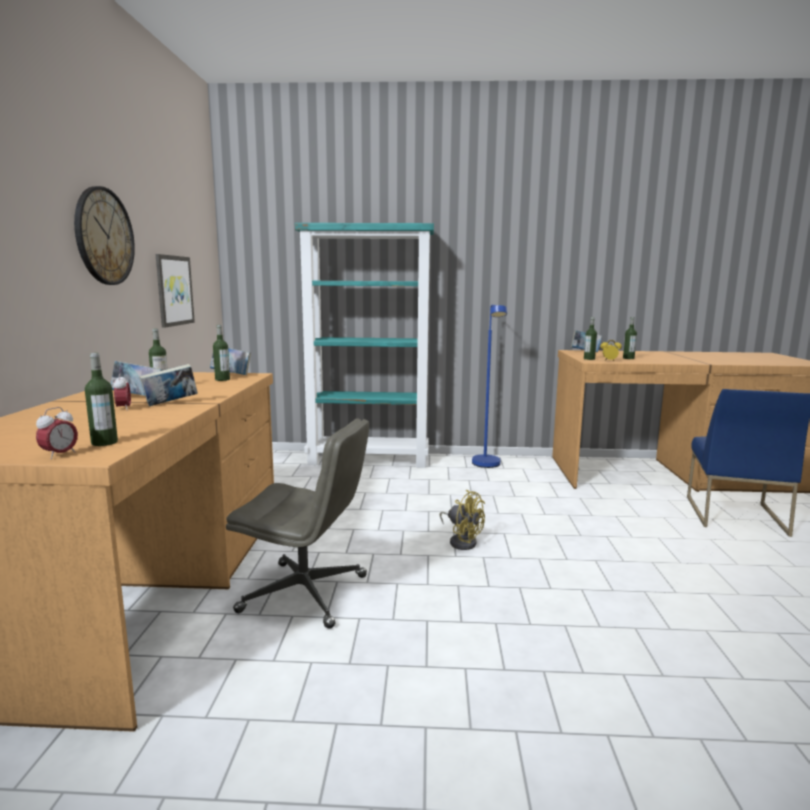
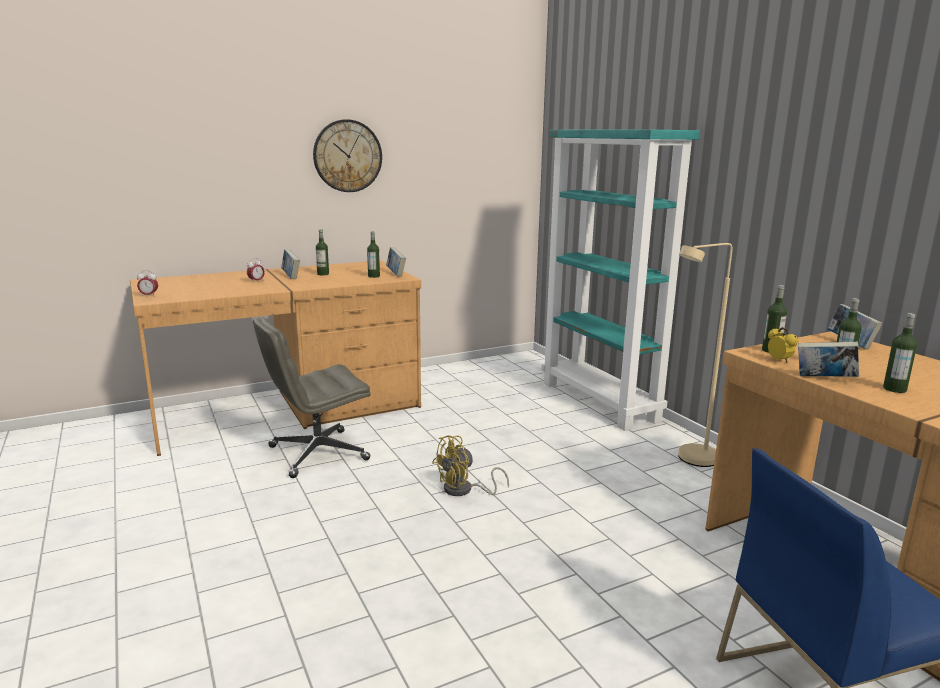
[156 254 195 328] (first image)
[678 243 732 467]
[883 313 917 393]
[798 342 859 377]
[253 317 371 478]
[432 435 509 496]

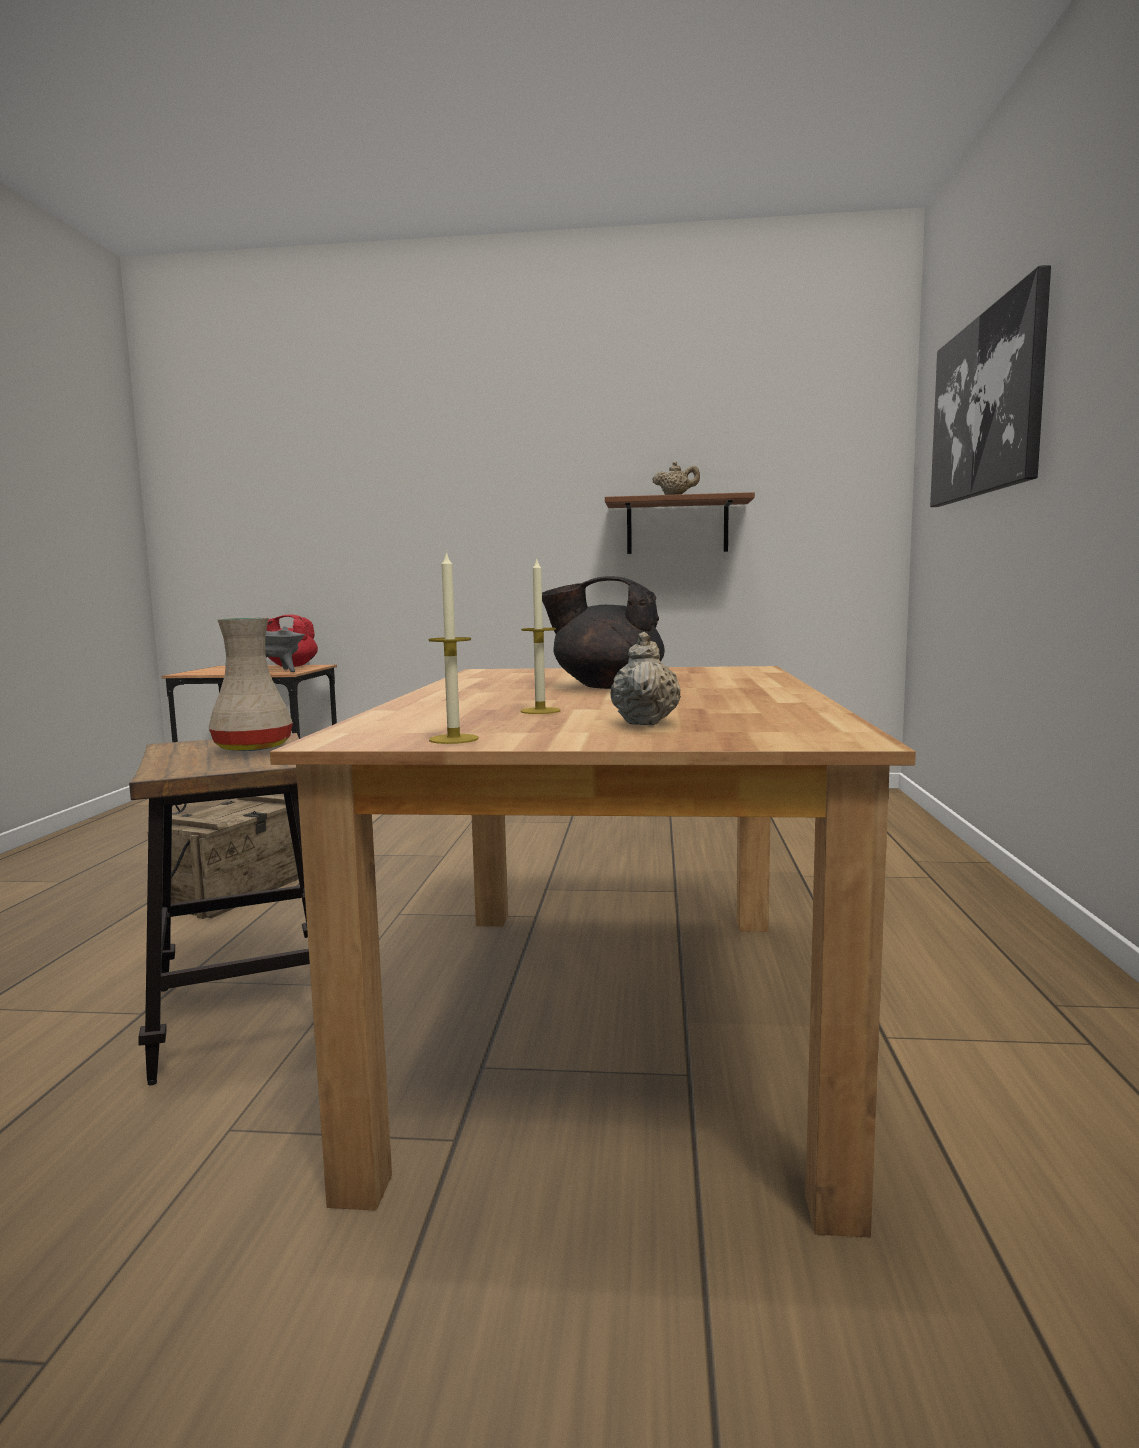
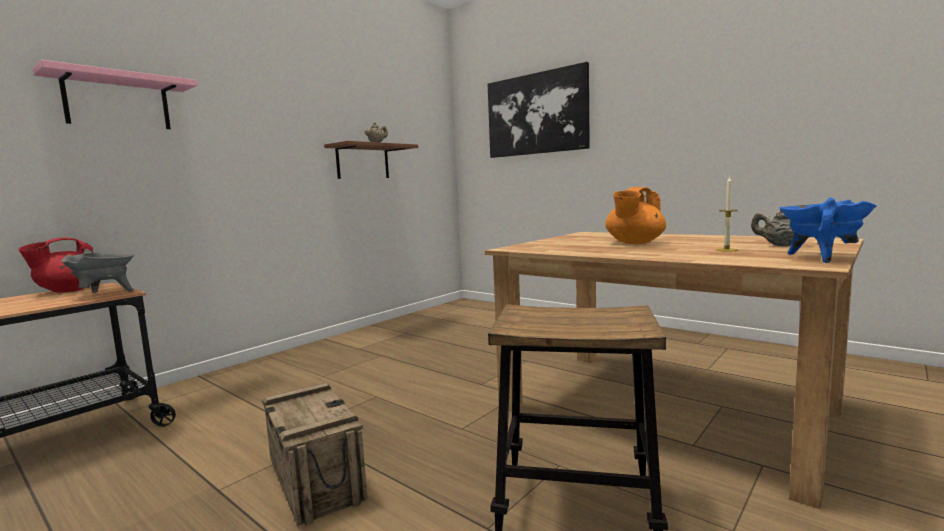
[780 198 877 263]
[605 187 666 244]
[209 618 293 751] (first image)
[33 60 197 129]

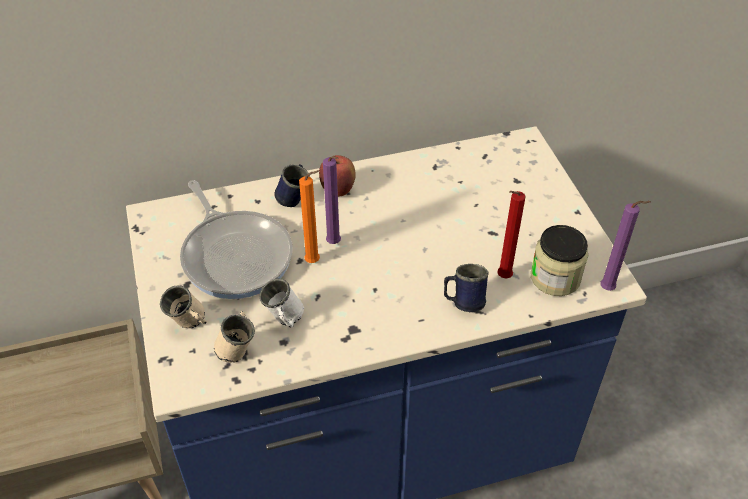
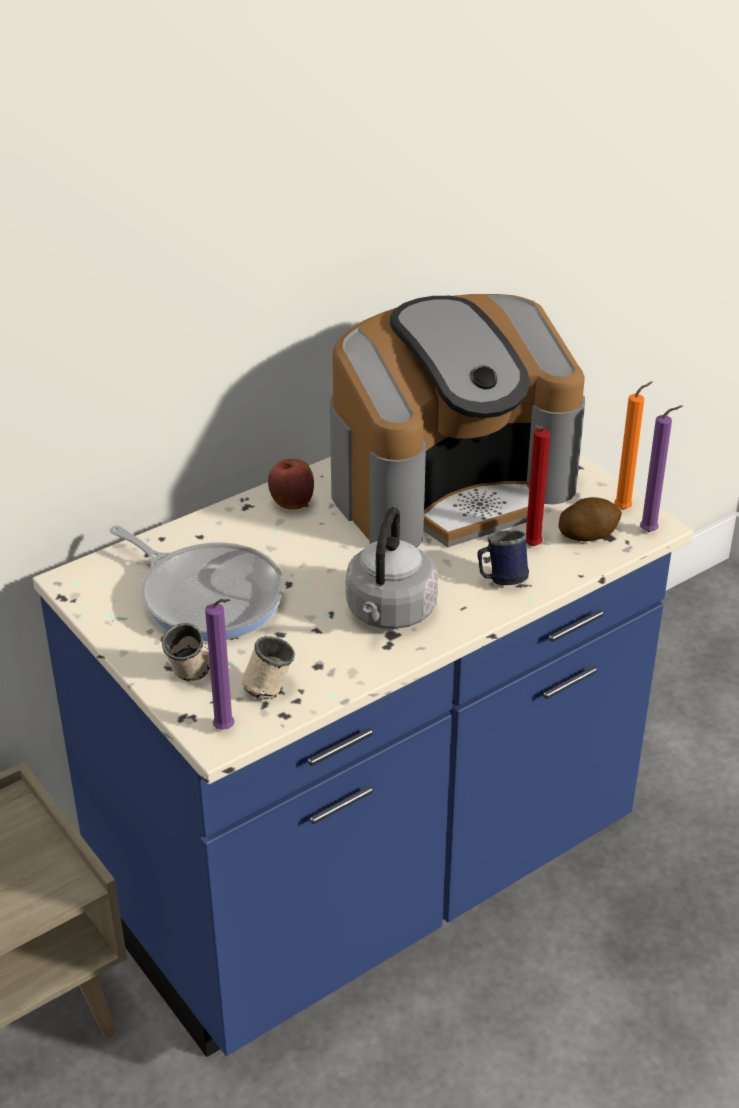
[205 599 235 730]
[274 164 310 207] (first image)
[614 381 653 510]
[559 497 622 542]
[260 278 304 327] (first image)
[330 294 585 548]
[346 507 438 629]

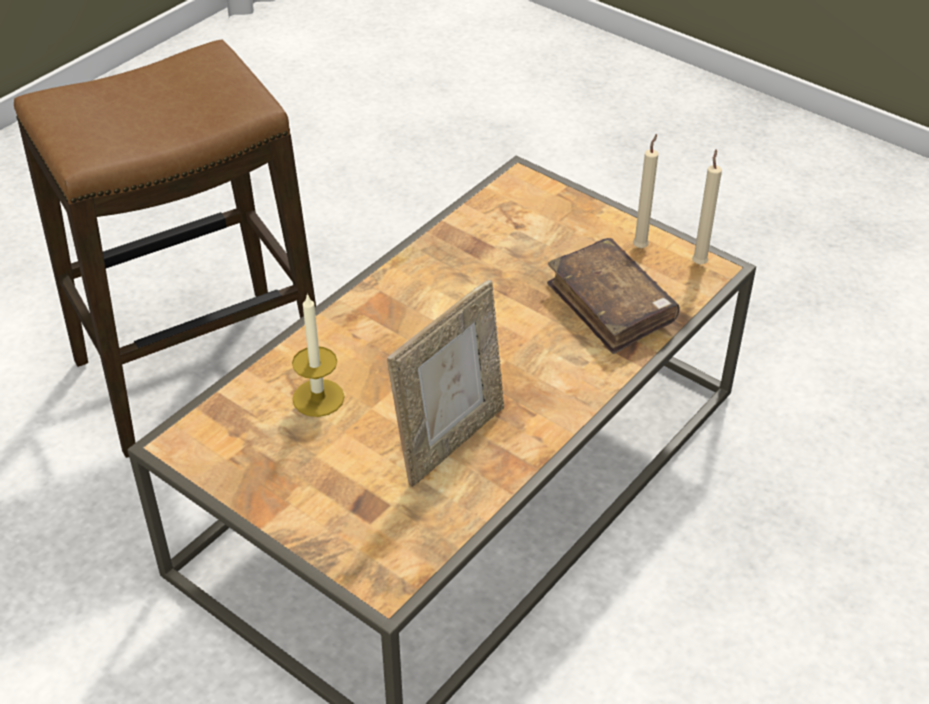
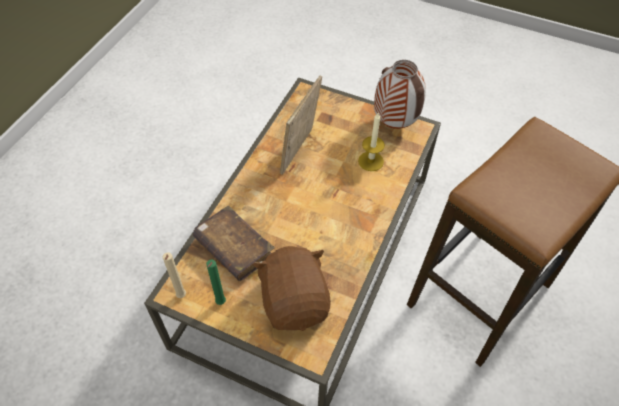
[206 259 226 305]
[374 60 426 129]
[253 246 331 331]

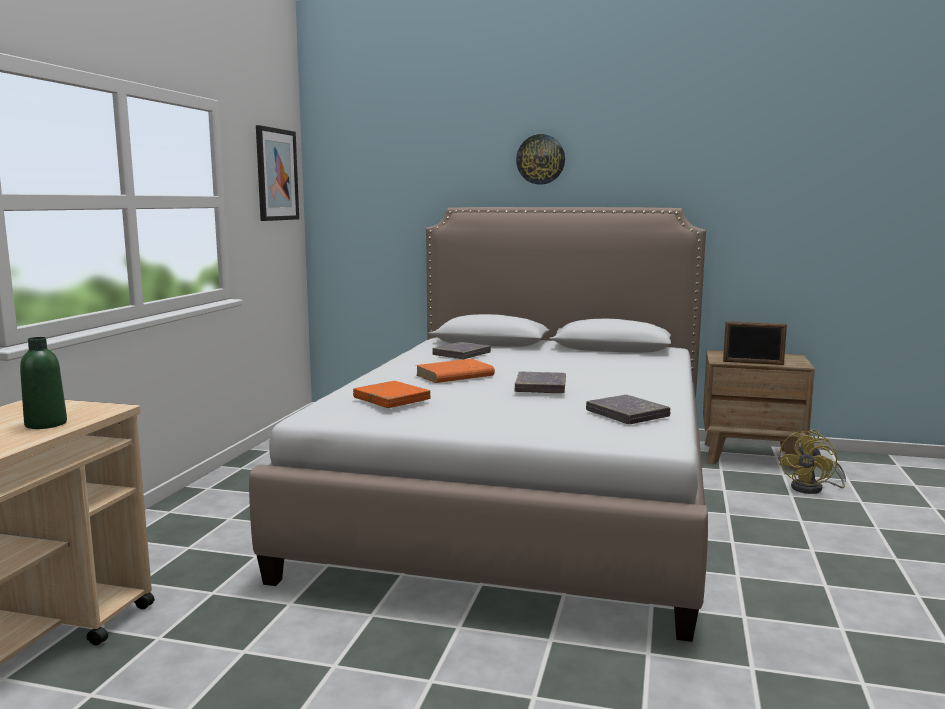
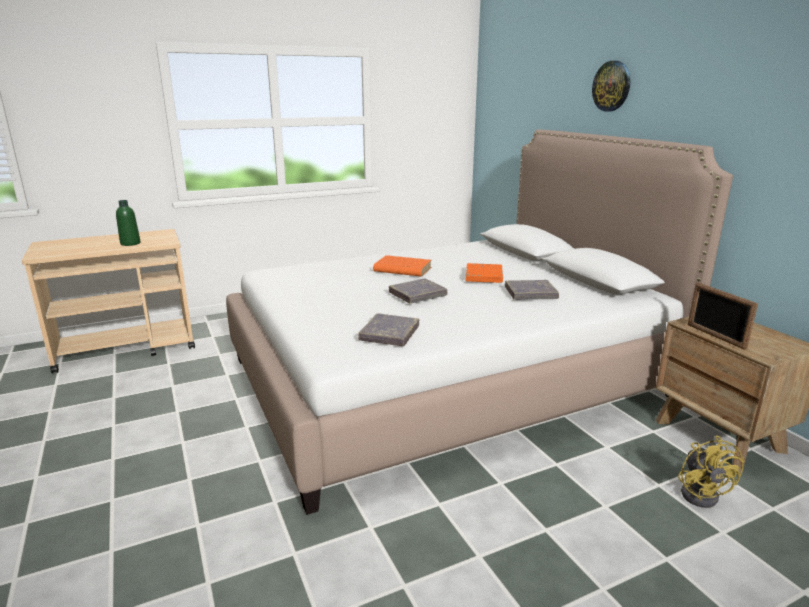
[256 125 299 221] (first image)
[505 280 559 300]
[466 263 503 283]
[678 435 745 508]

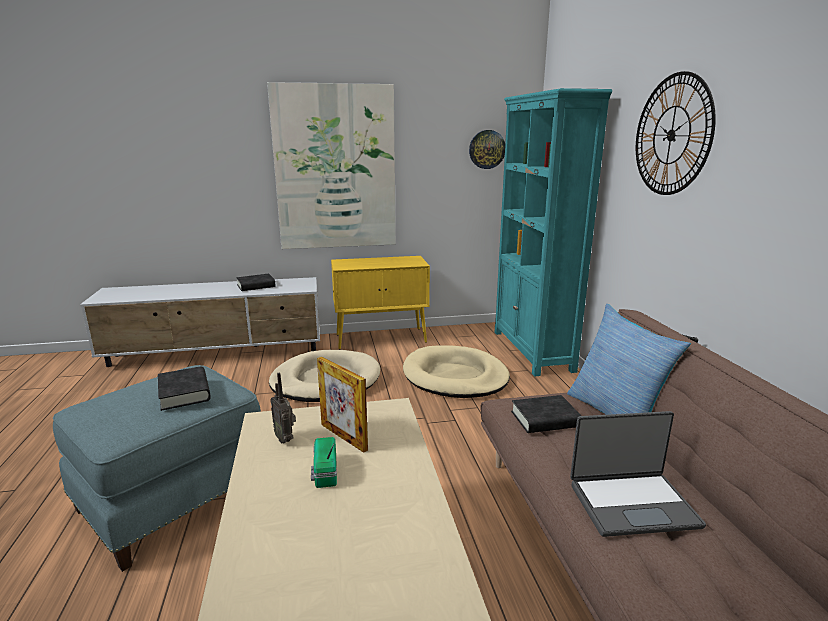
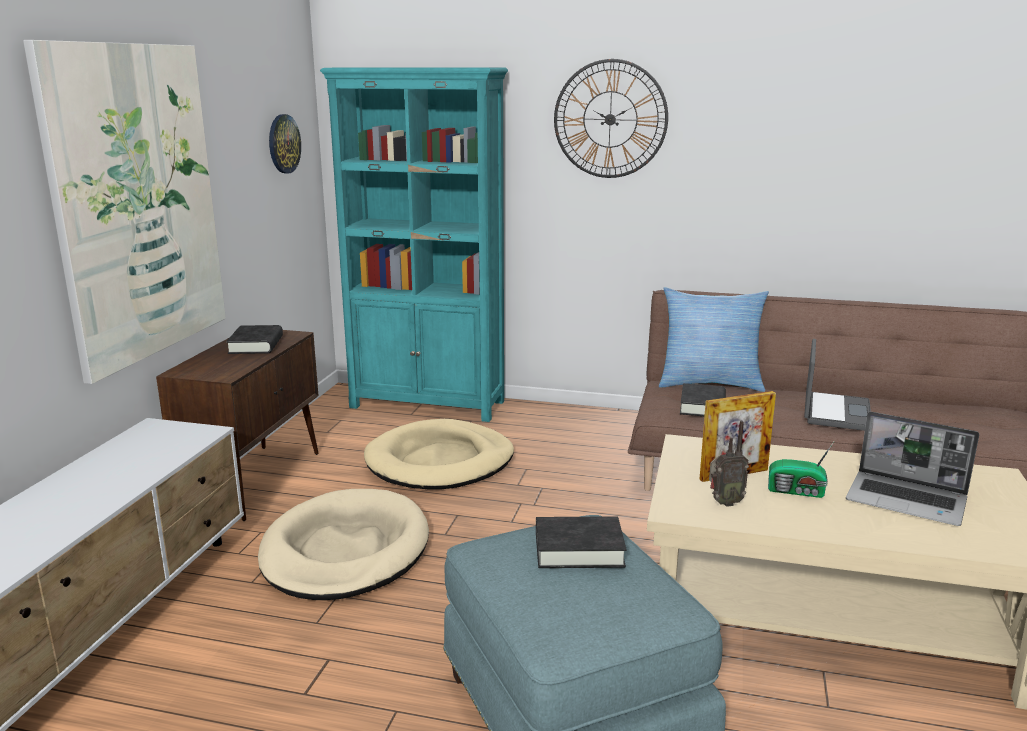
[156 330 318 521]
[226 325 283 354]
[846 412 979 526]

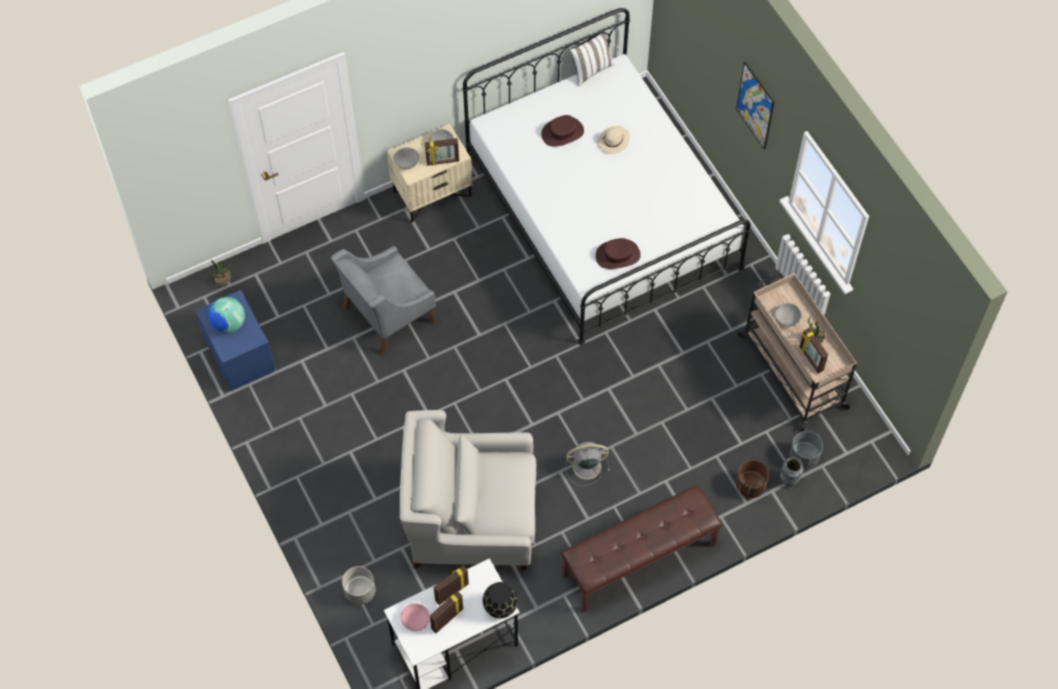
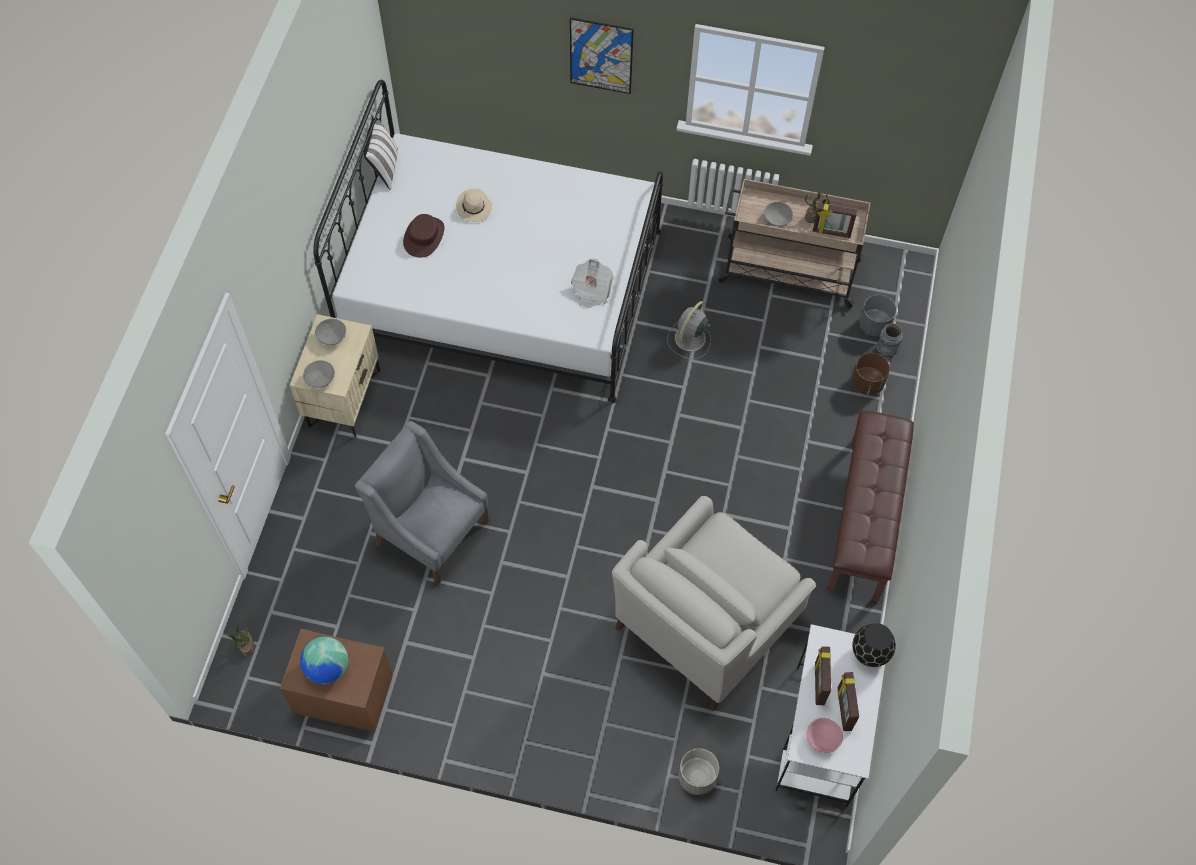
[425 138 459 166] (first image)
[571 259 614 309]
[355 421 489 585]
[280 629 393 732]
[667 301 711 359]

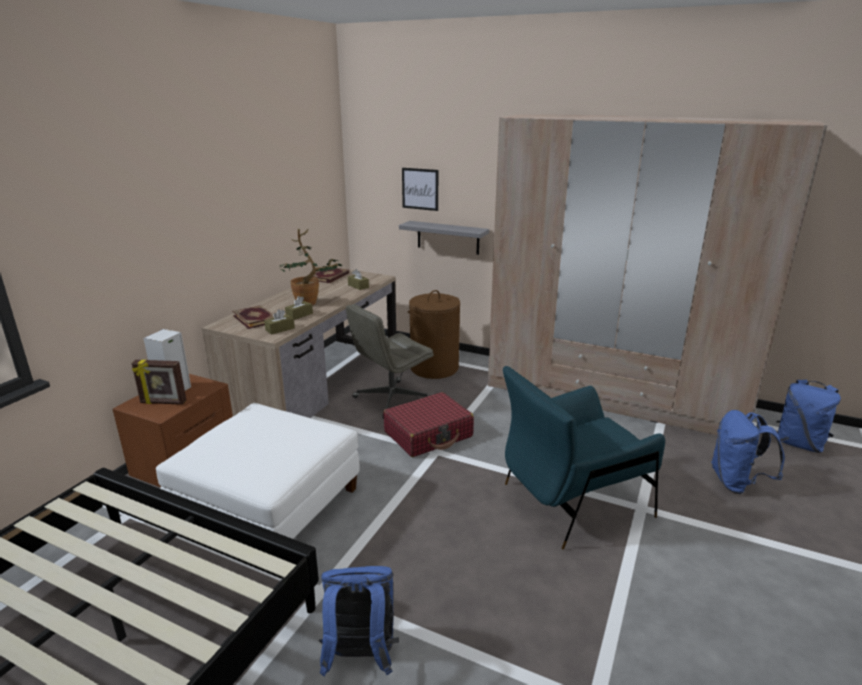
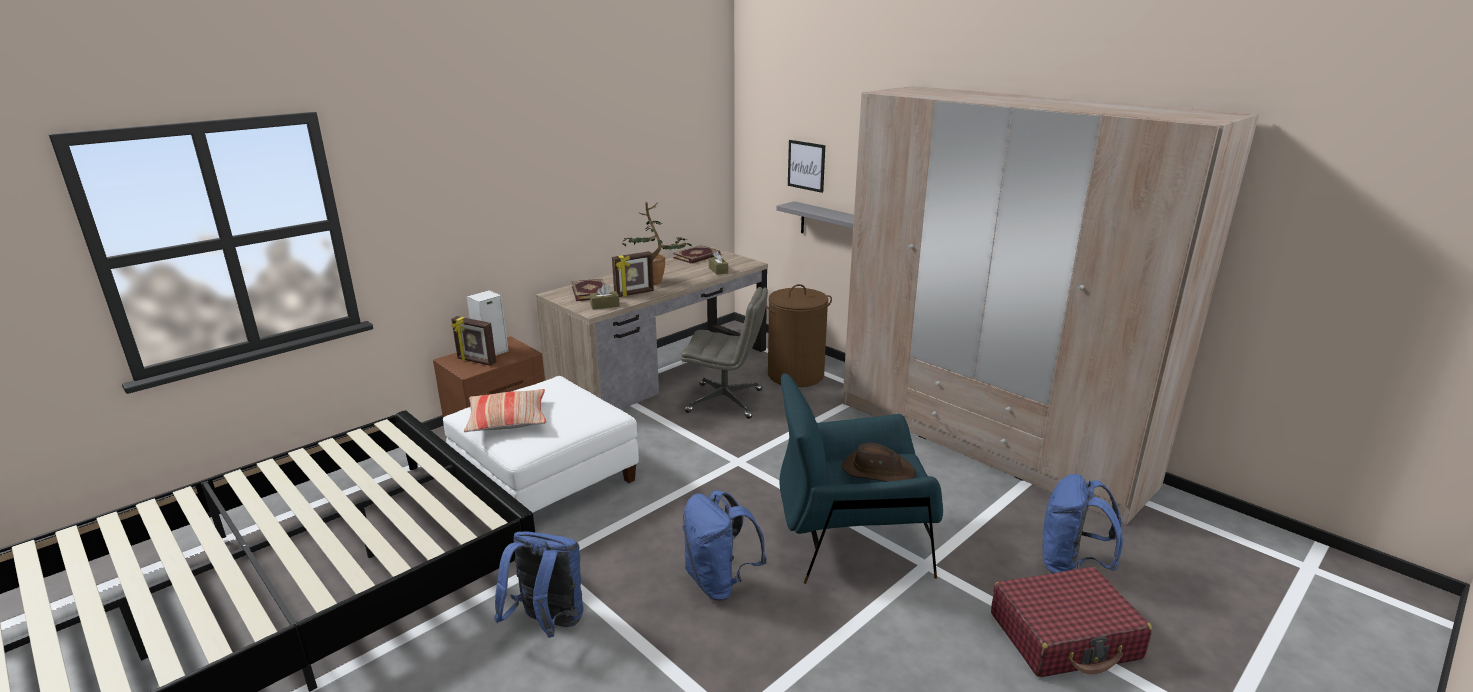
[612 251 654 297]
[681 287 768 419]
[682 490 767 601]
[991 567 1152 677]
[464 389 546 432]
[842 443 916 482]

